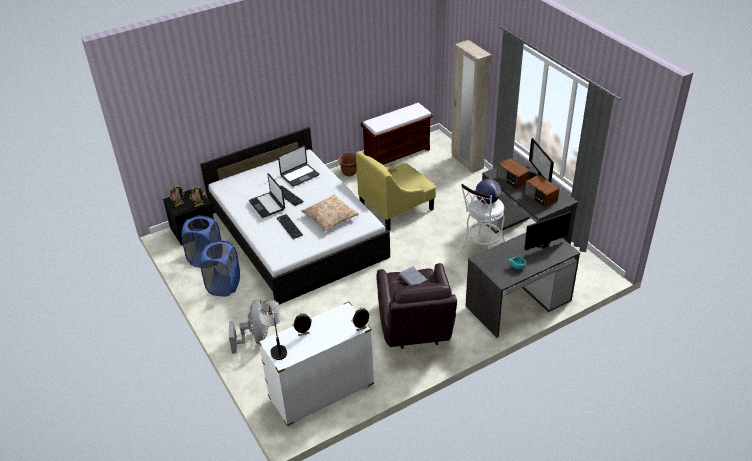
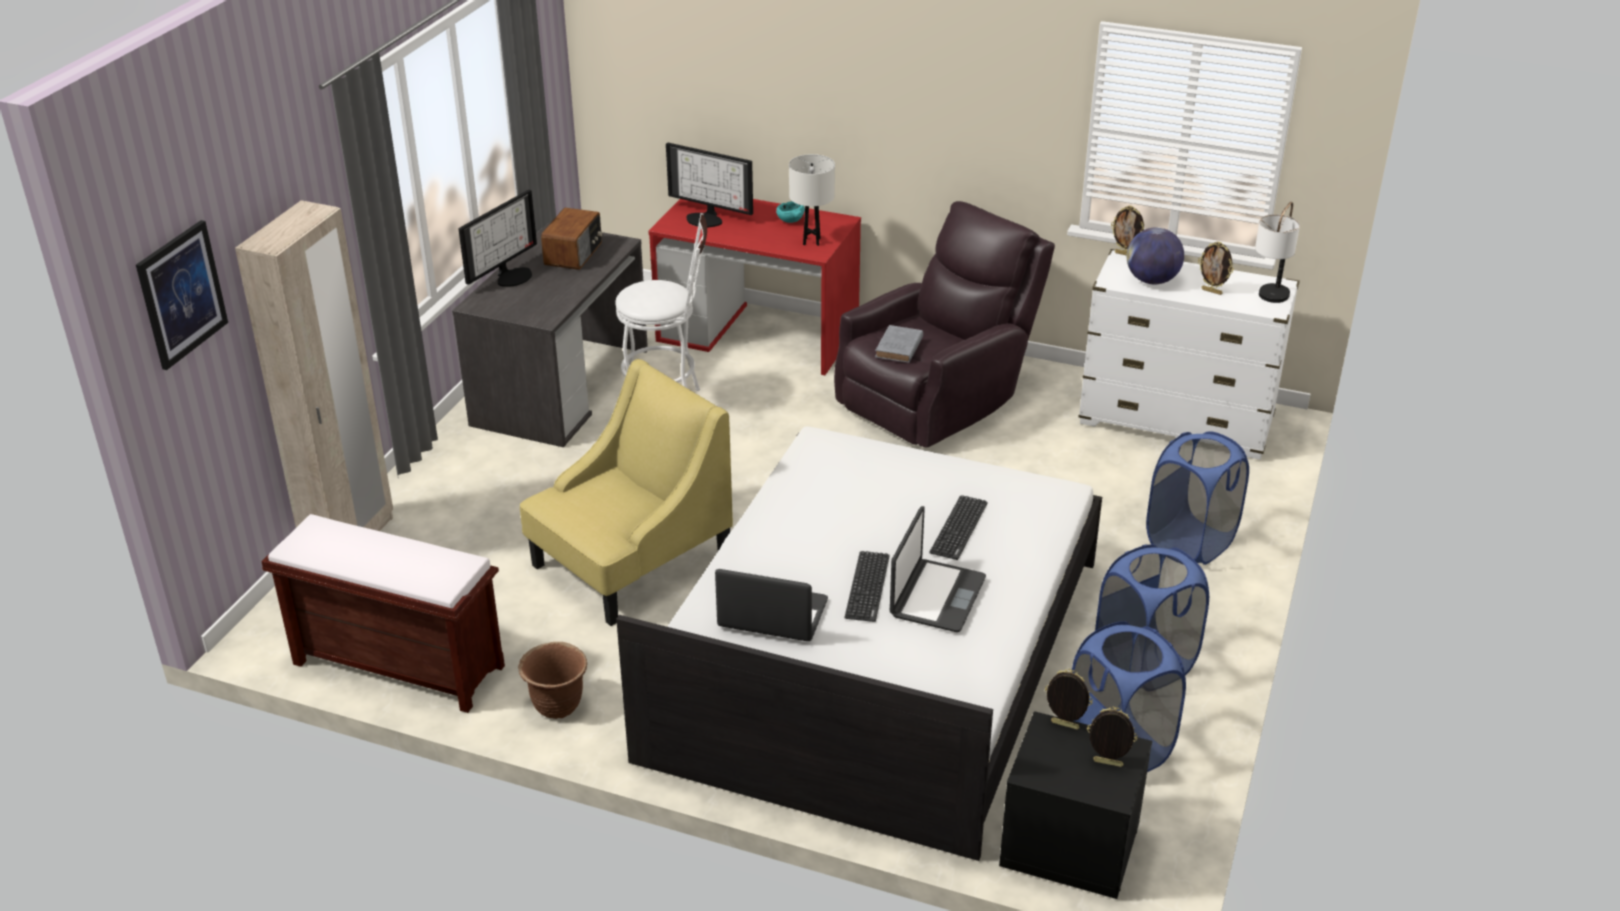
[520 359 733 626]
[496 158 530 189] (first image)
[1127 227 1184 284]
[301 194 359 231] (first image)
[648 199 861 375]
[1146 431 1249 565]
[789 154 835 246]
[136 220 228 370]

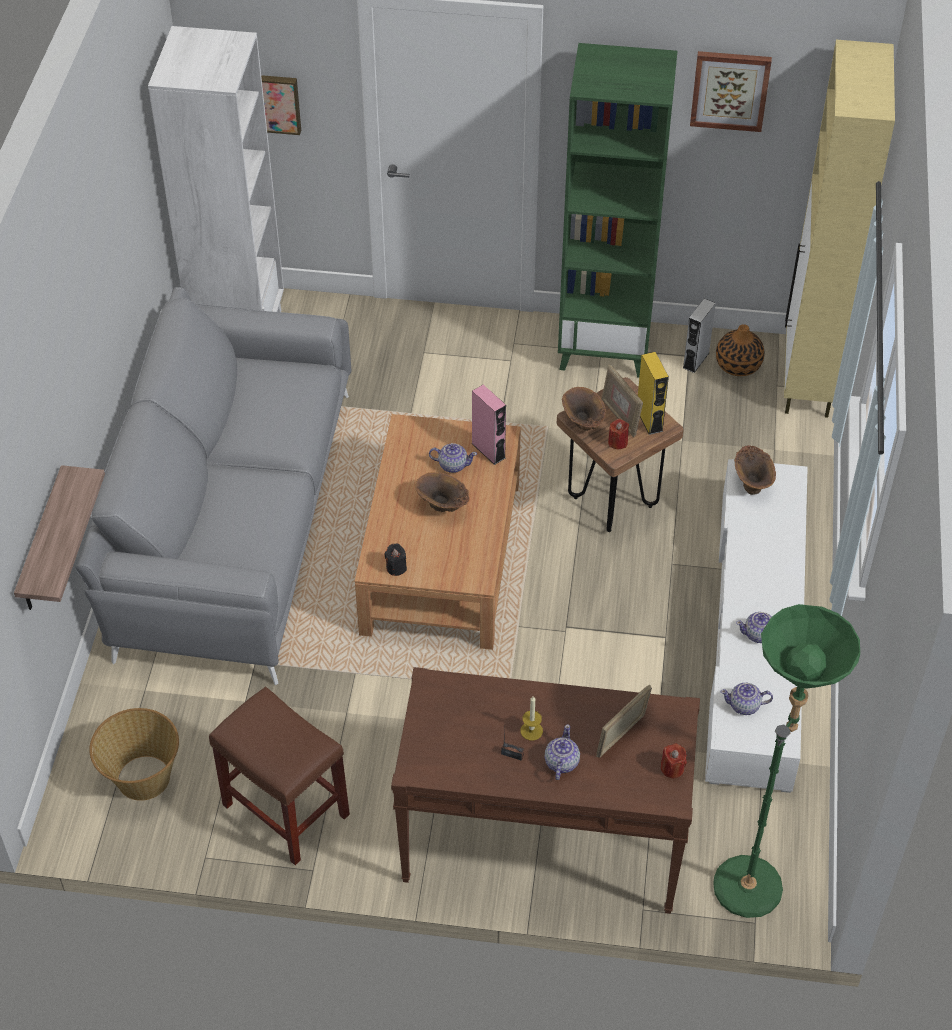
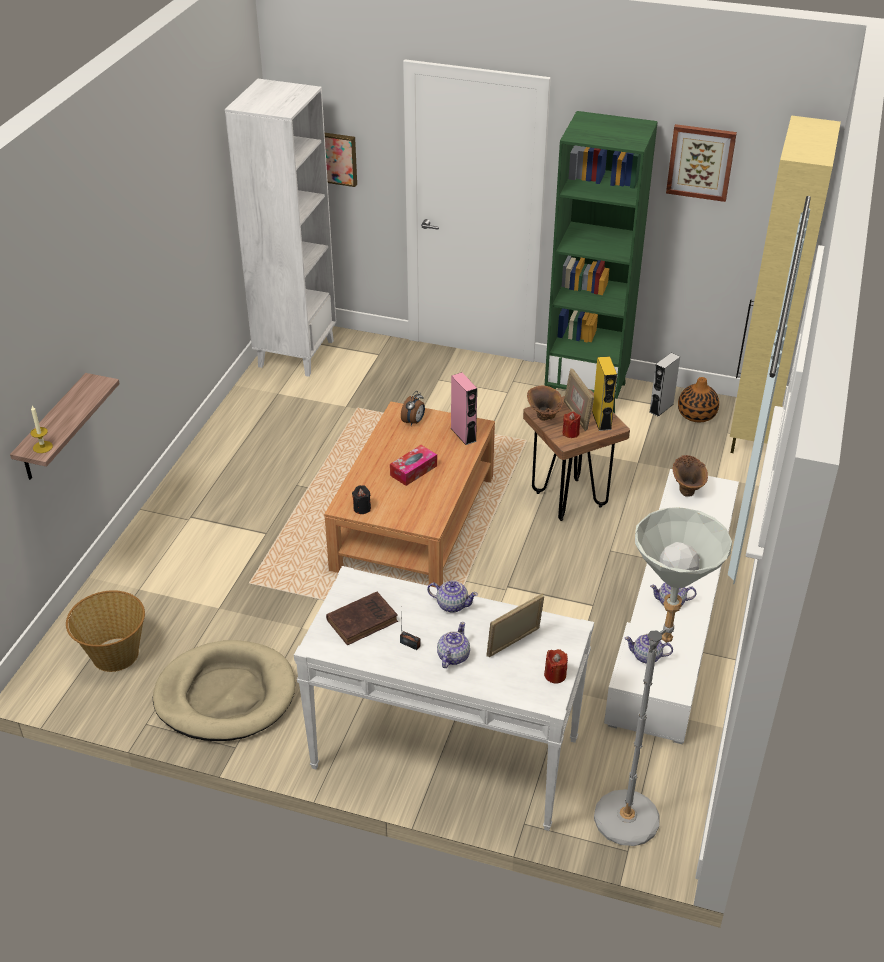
[75 287 351 685] (first image)
[427 581 478 613]
[390 445 437 486]
[594 507 732 846]
[294 566 594 831]
[153 640 295 741]
[31 406 53 453]
[401 391 425 426]
[326 591 398 645]

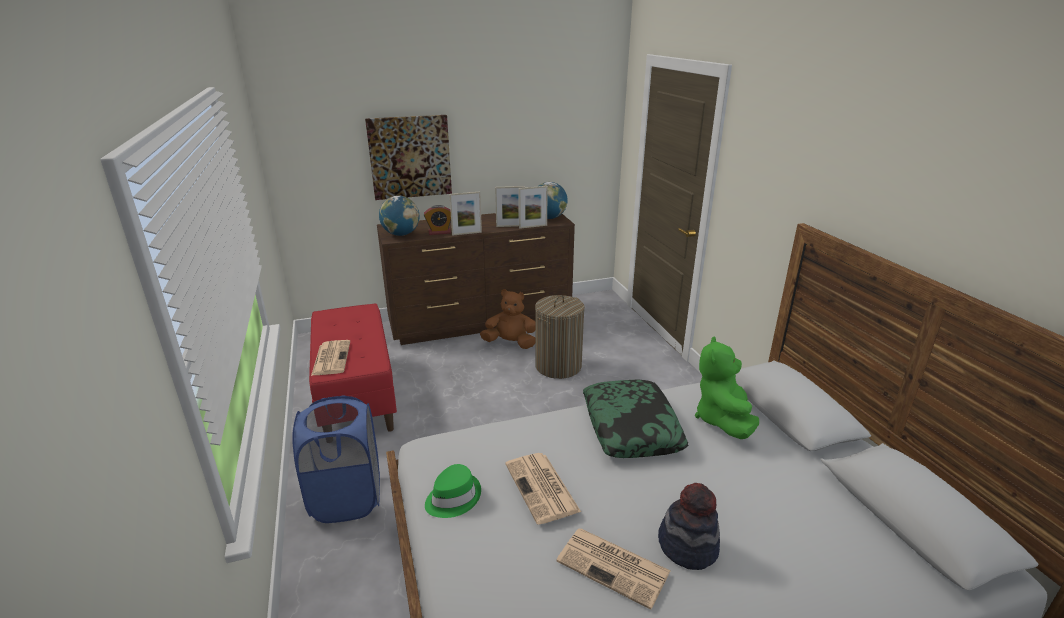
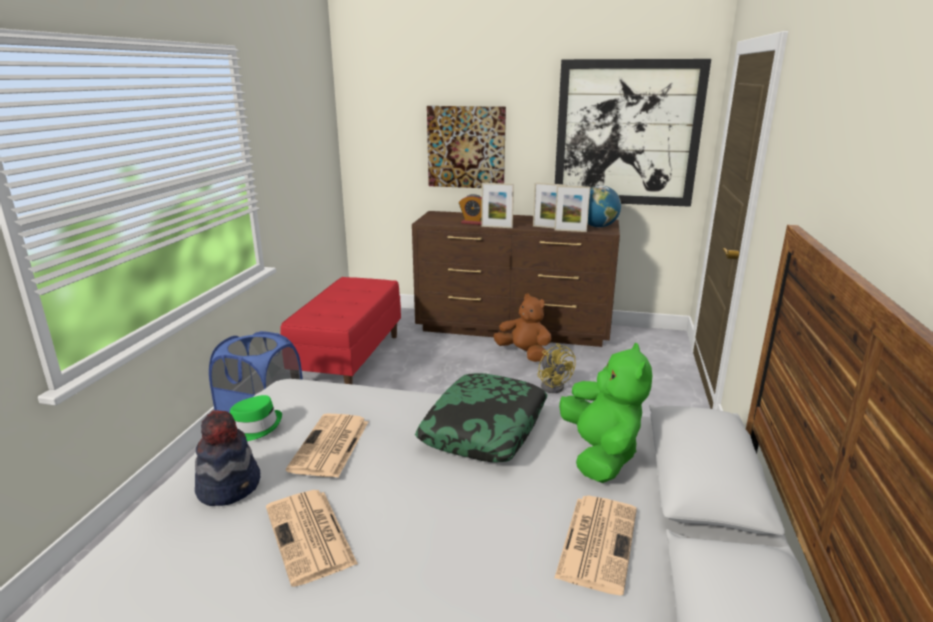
[379 196 419 236] (first image)
[537 343 576 393]
[559 343 652 483]
[554 496 637 596]
[195 410 260 506]
[555 59 711 207]

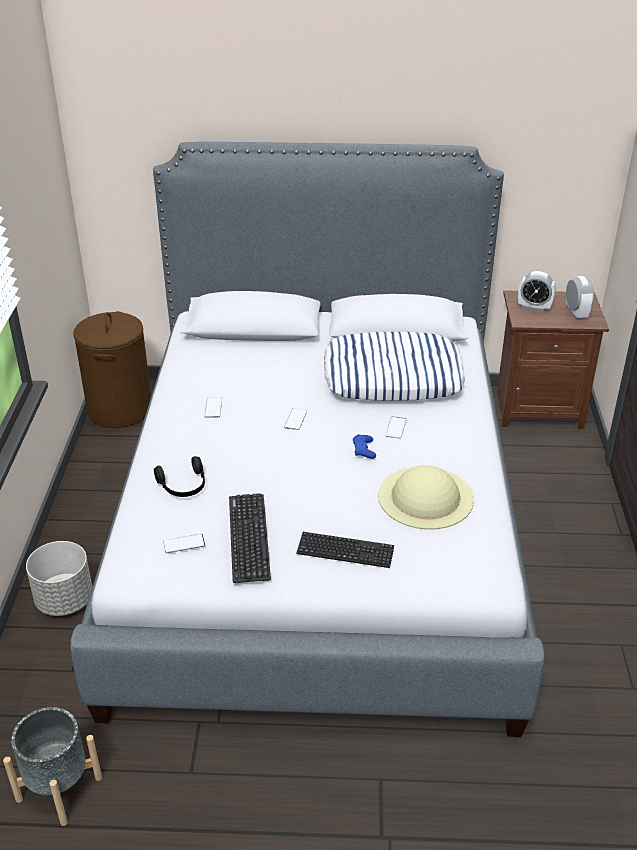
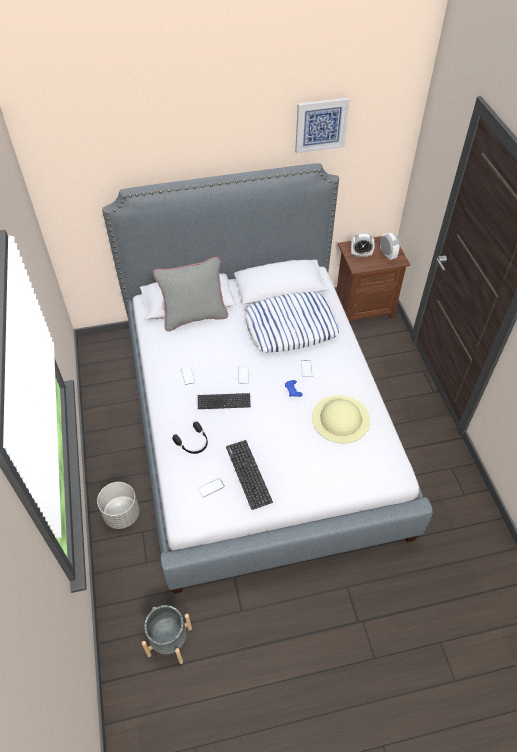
[73 311 151 428] (first image)
[198 393 251 409]
[295 97 350 153]
[153 257 228 332]

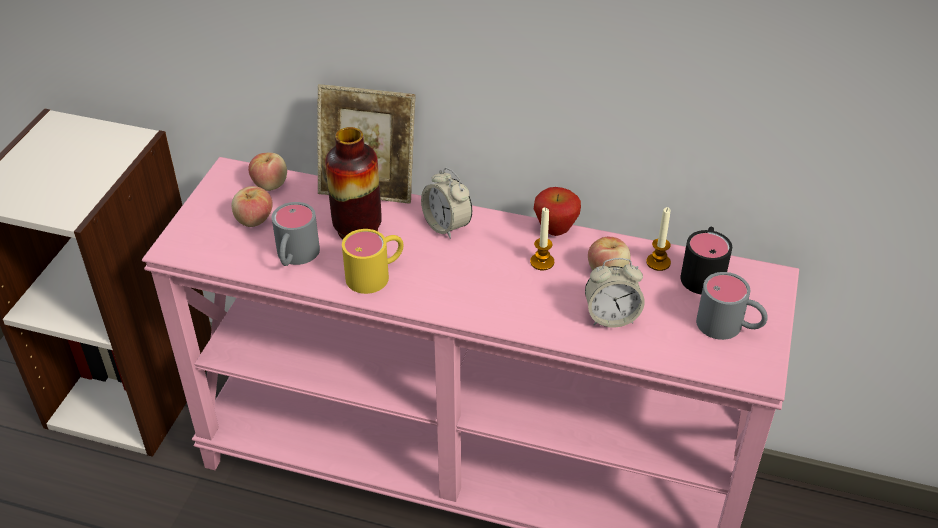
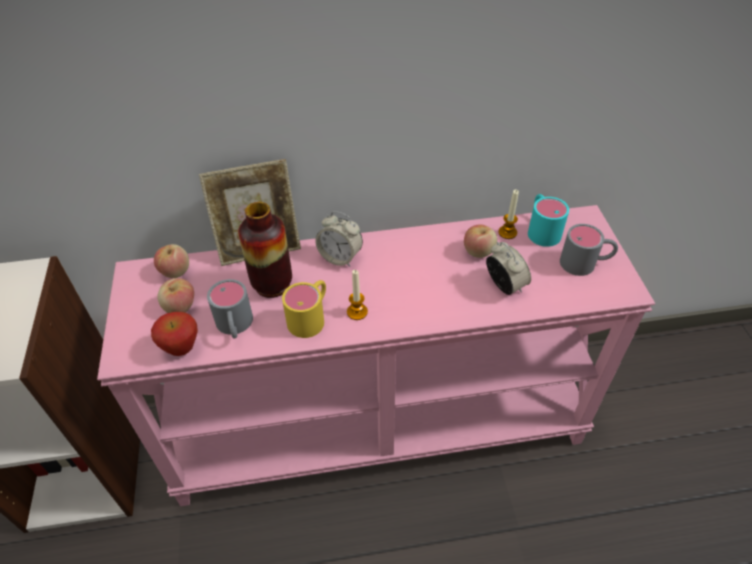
[151 312 198 356]
[347 270 368 320]
[528 194 569 247]
[486 242 531 295]

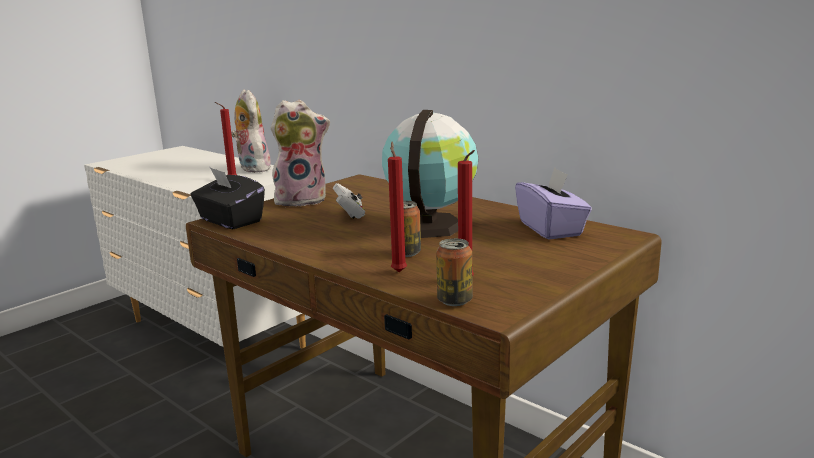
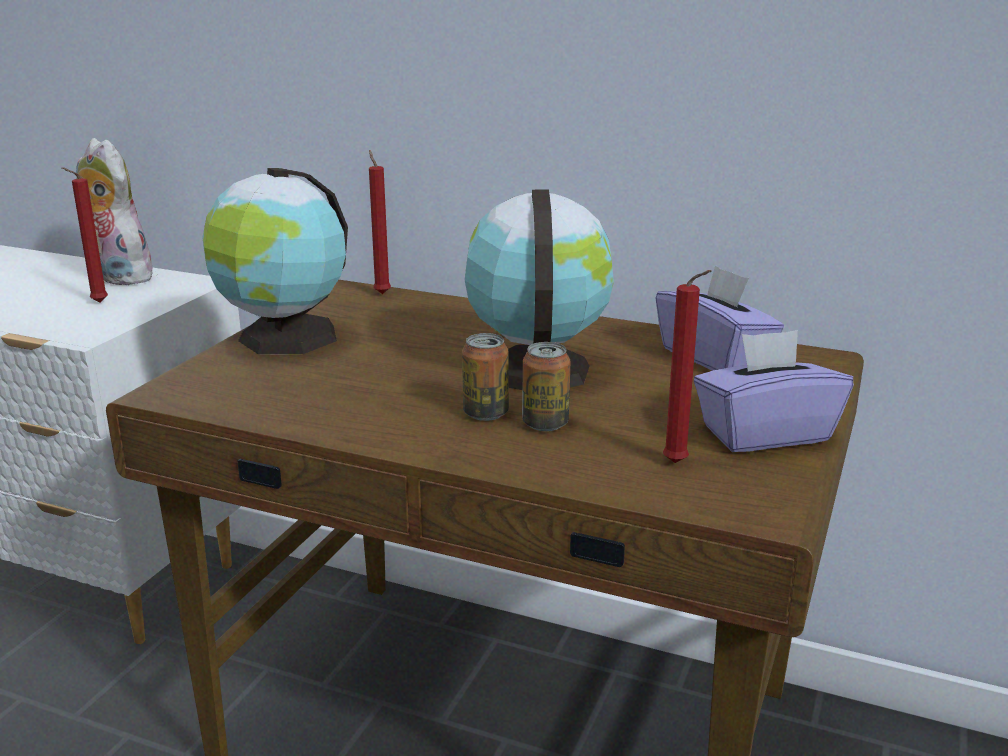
[202 168 348 354]
[369 150 391 294]
[191 167 265 229] (first image)
[333 183 365 219] (first image)
[462 333 509 421]
[694 330 854 452]

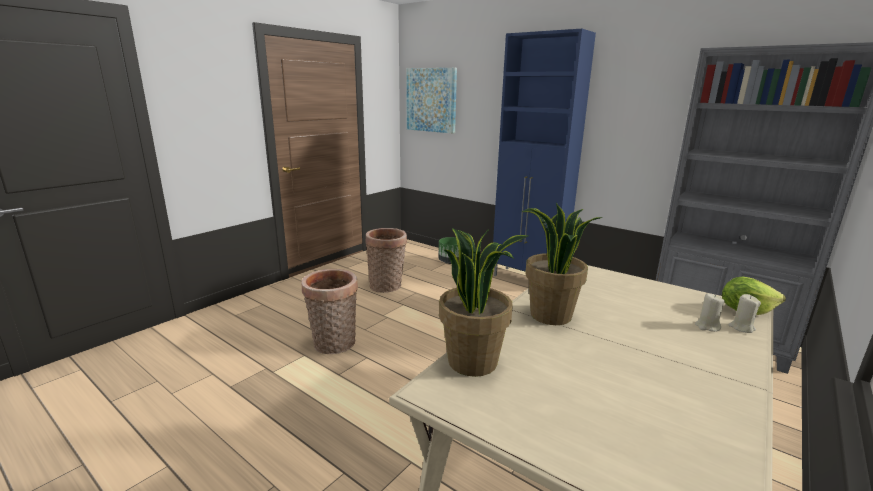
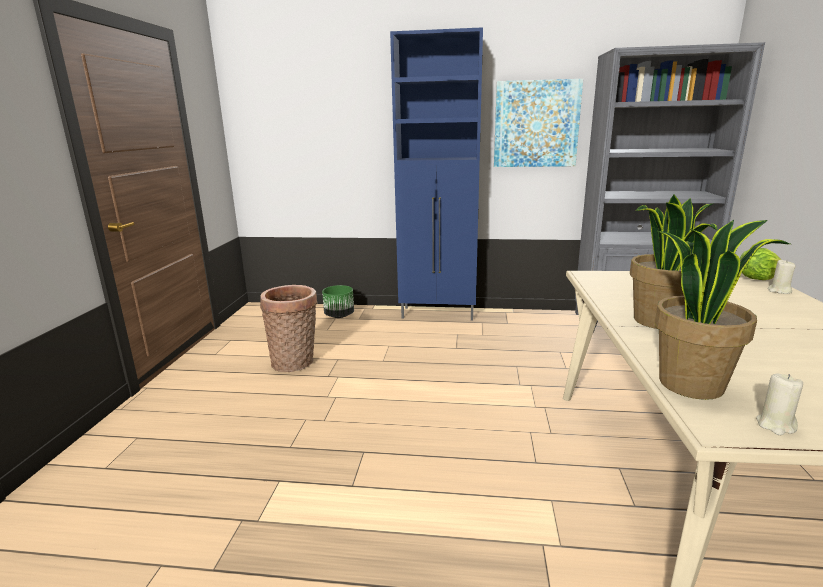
[494 79 583 167]
[301 269 358 354] (first image)
[756 374 803 435]

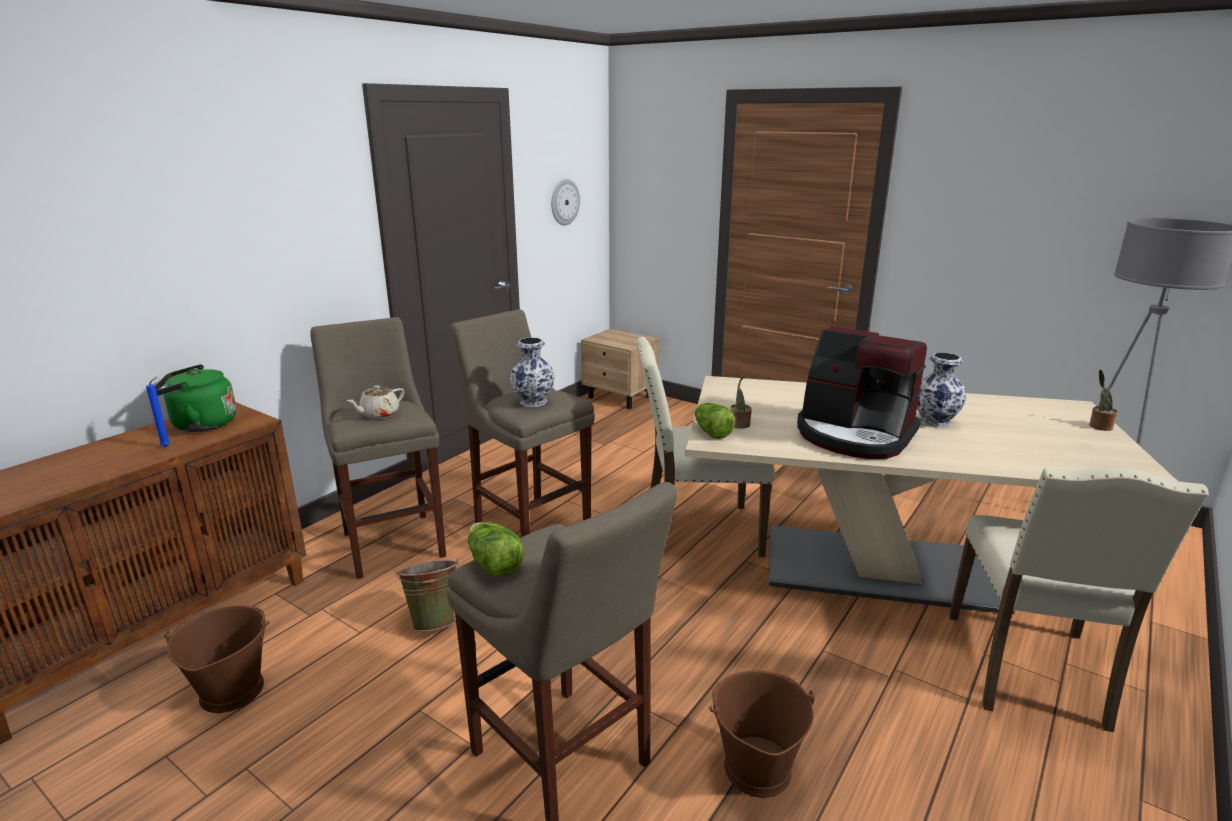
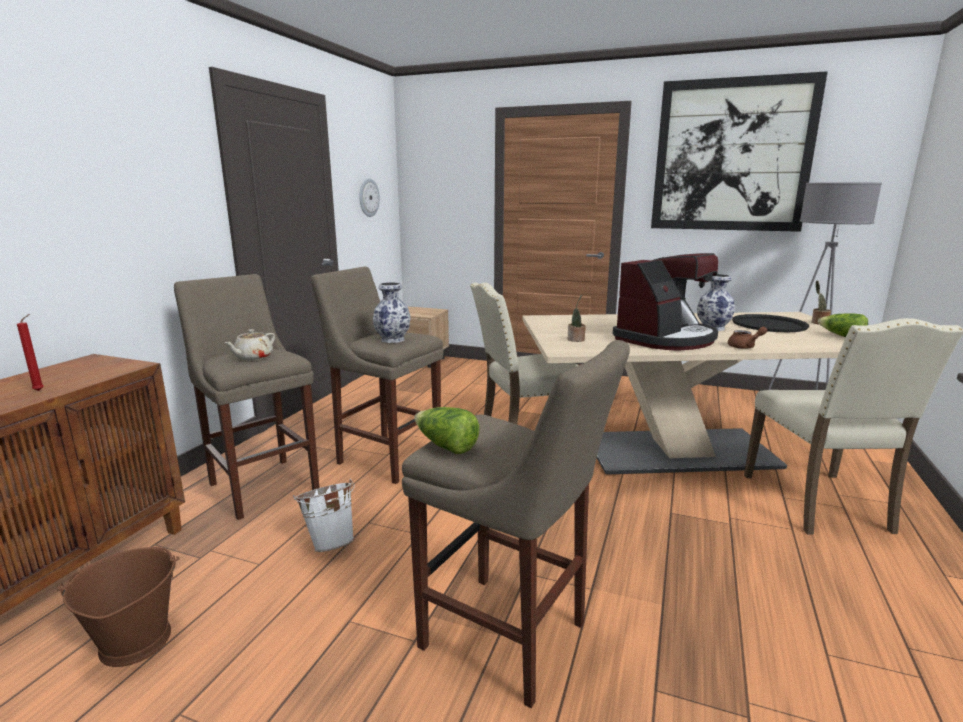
[613 253 719 351]
[155 364 236 432] (first image)
[17 314 44 391]
[818 313 868 337]
[293 479 354 552]
[709 670 815 798] (first image)
[651 71 828 232]
[732 314 809 332]
[728 327 767 349]

